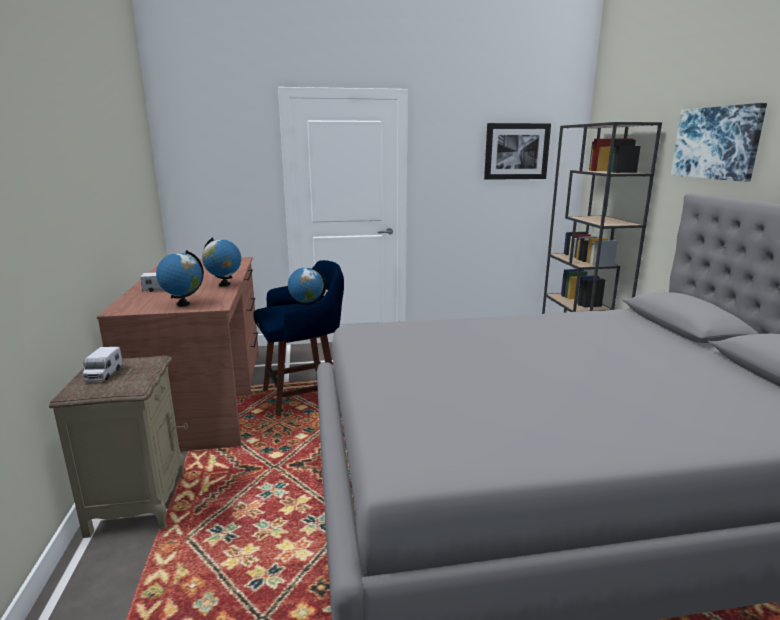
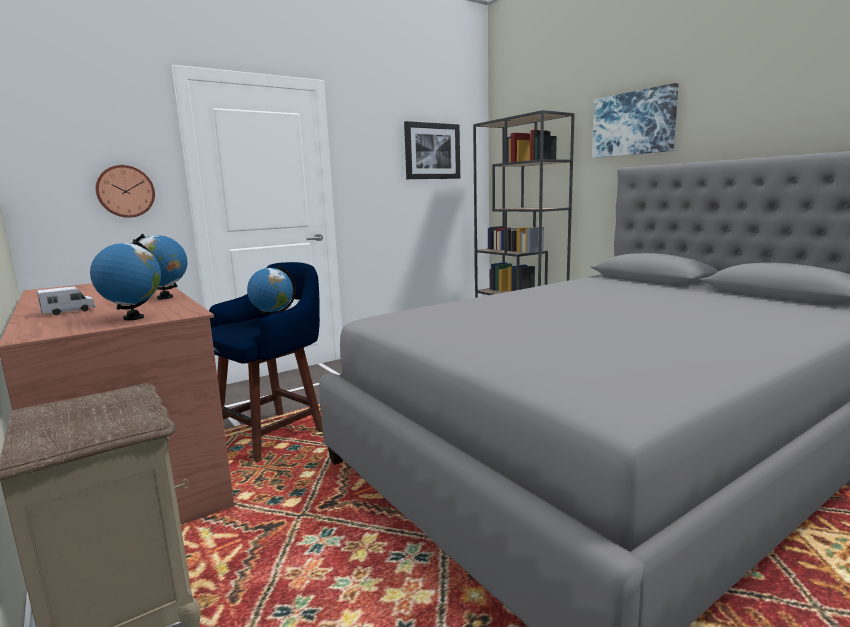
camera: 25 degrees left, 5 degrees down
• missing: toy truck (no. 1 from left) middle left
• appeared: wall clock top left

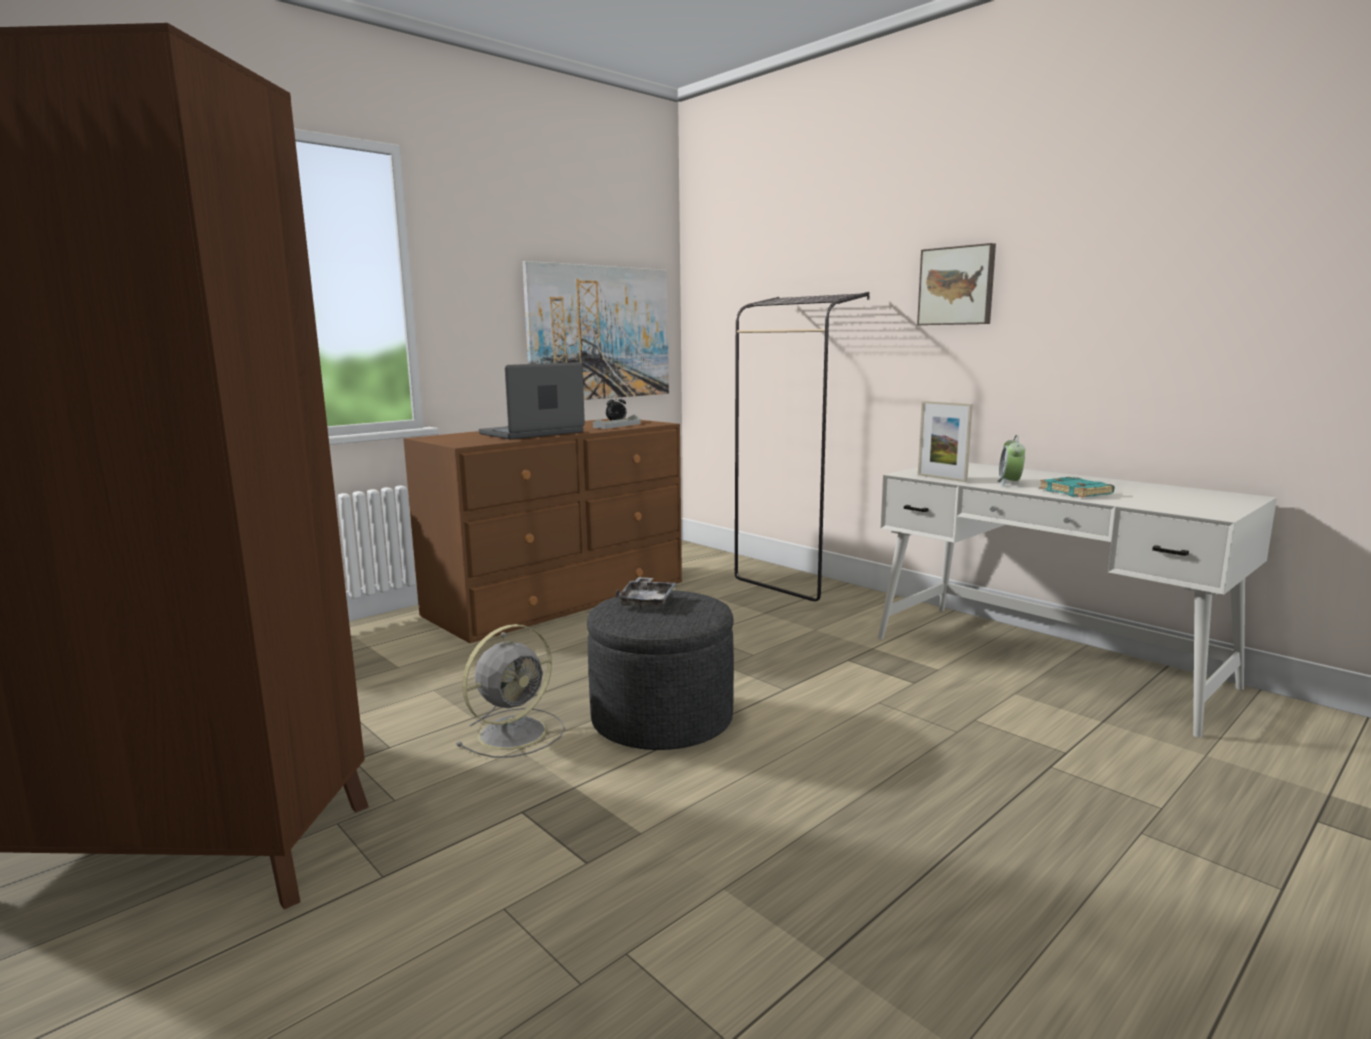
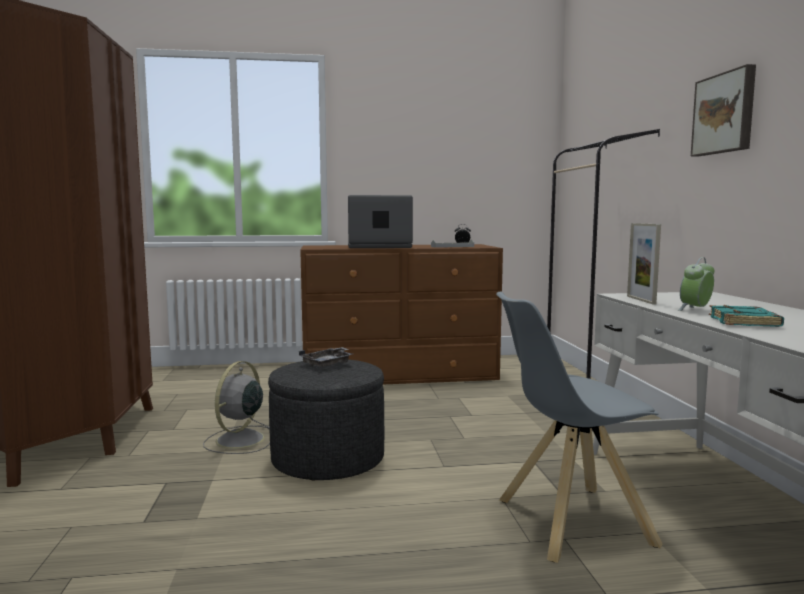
camera: 35 degrees right, 5 degrees down
• missing: picture (no. 1 from left) top centre
• appeared: chair in grey bottom right
• spun: fan in grey centre = bottom left 120 degrees clockwise

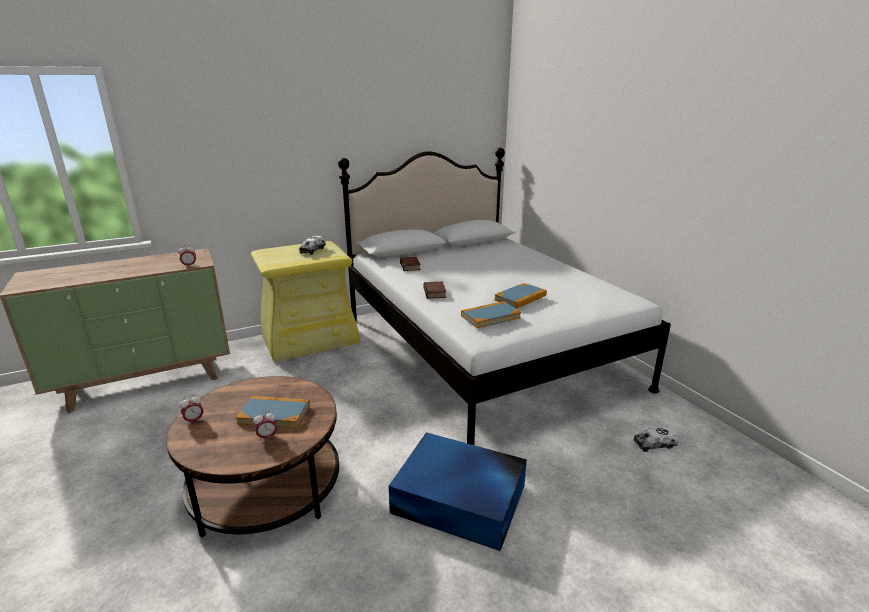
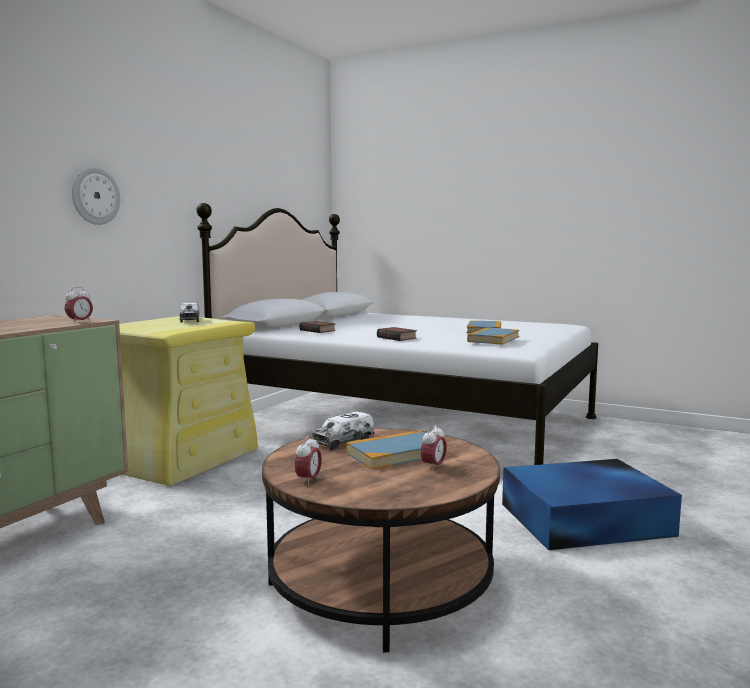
camera: 35 degrees left, 15 degrees down
• appeared: wall clock top left
• relocated: toy truck (no. 2 from left) bottom right to centre

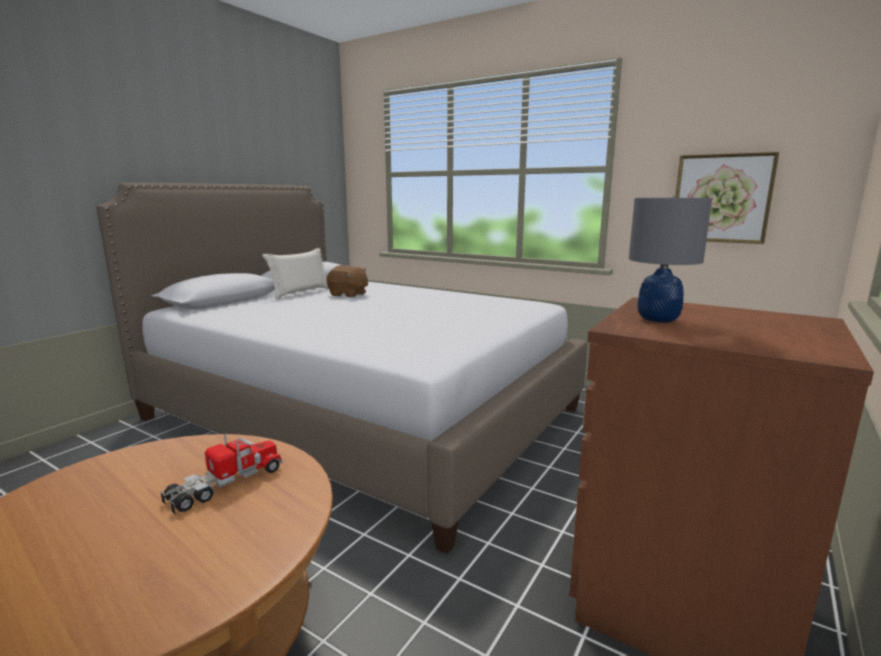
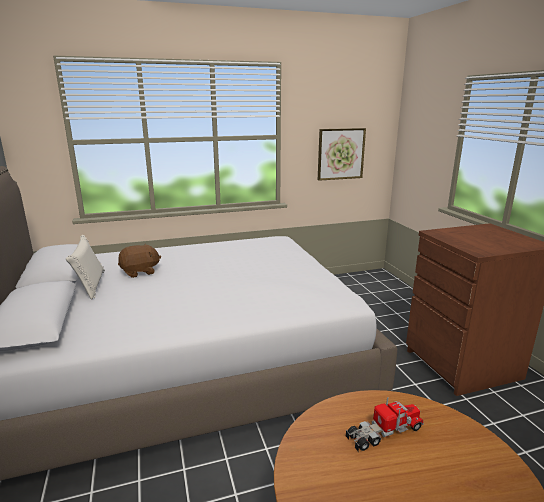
camera: 50 degrees left, 5 degrees up
• missing: table lamp in grey middle right
• spun: toy truck bottom left = bottom right 75 degrees clockwise

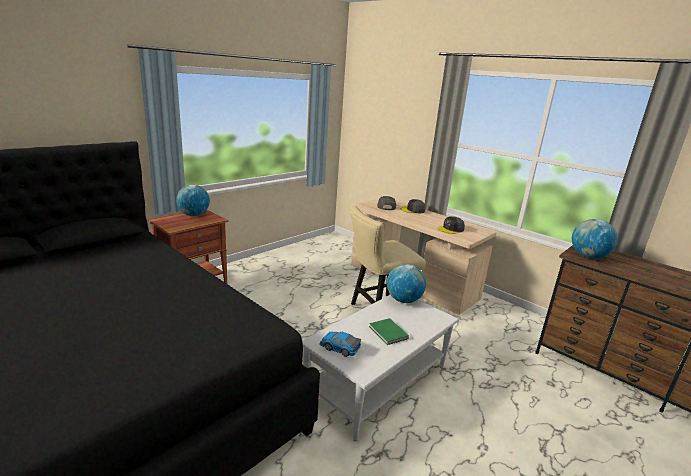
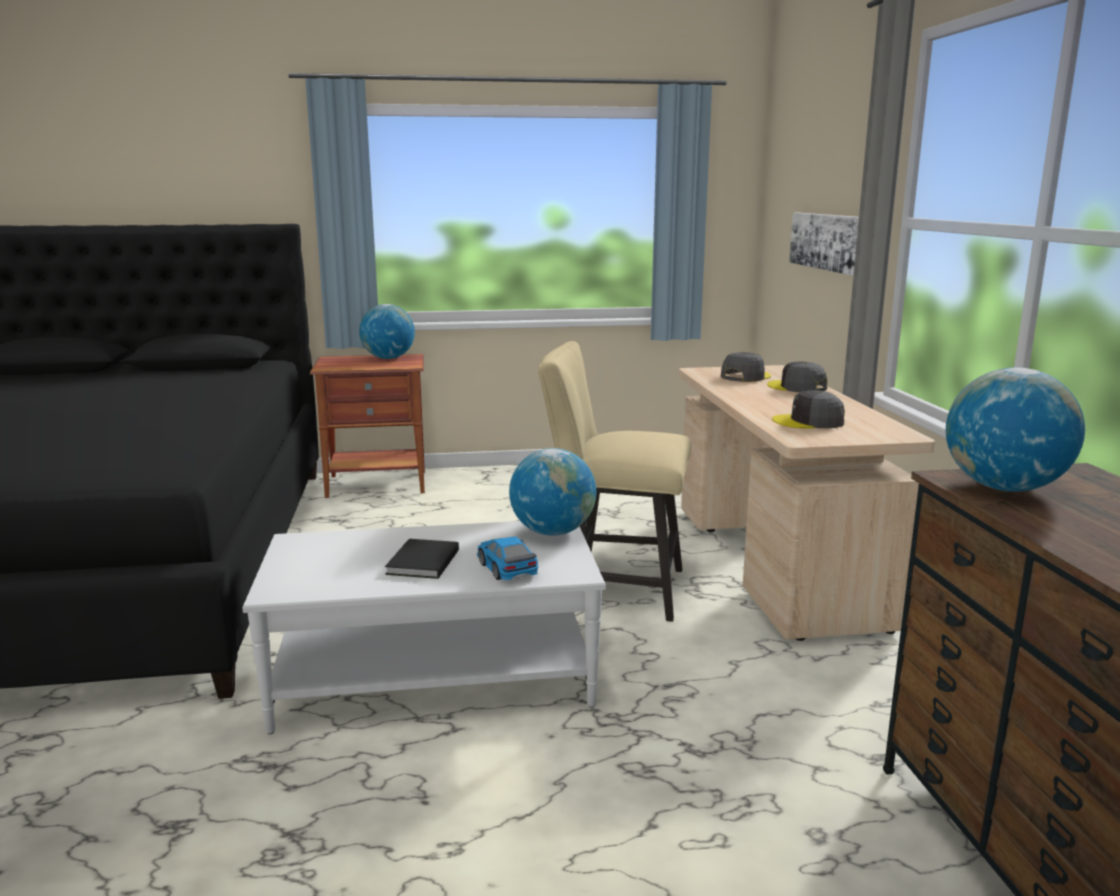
camera: 40 degrees right, 5 degrees down
• appeared: picture top right
• relocated: toy car bottom centre to centre
• colour: book in green bottom centre to book in black centre

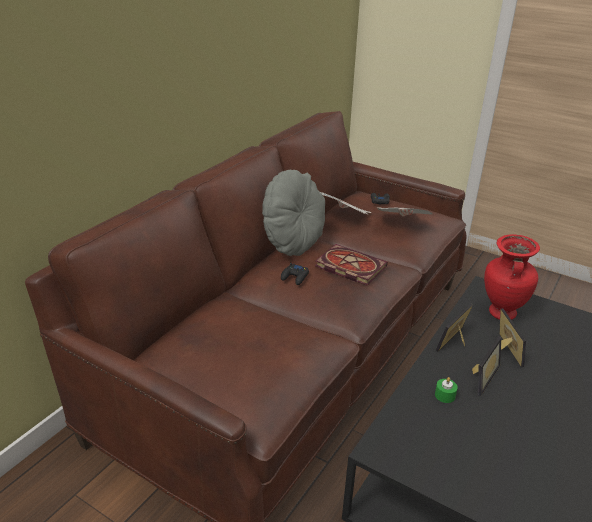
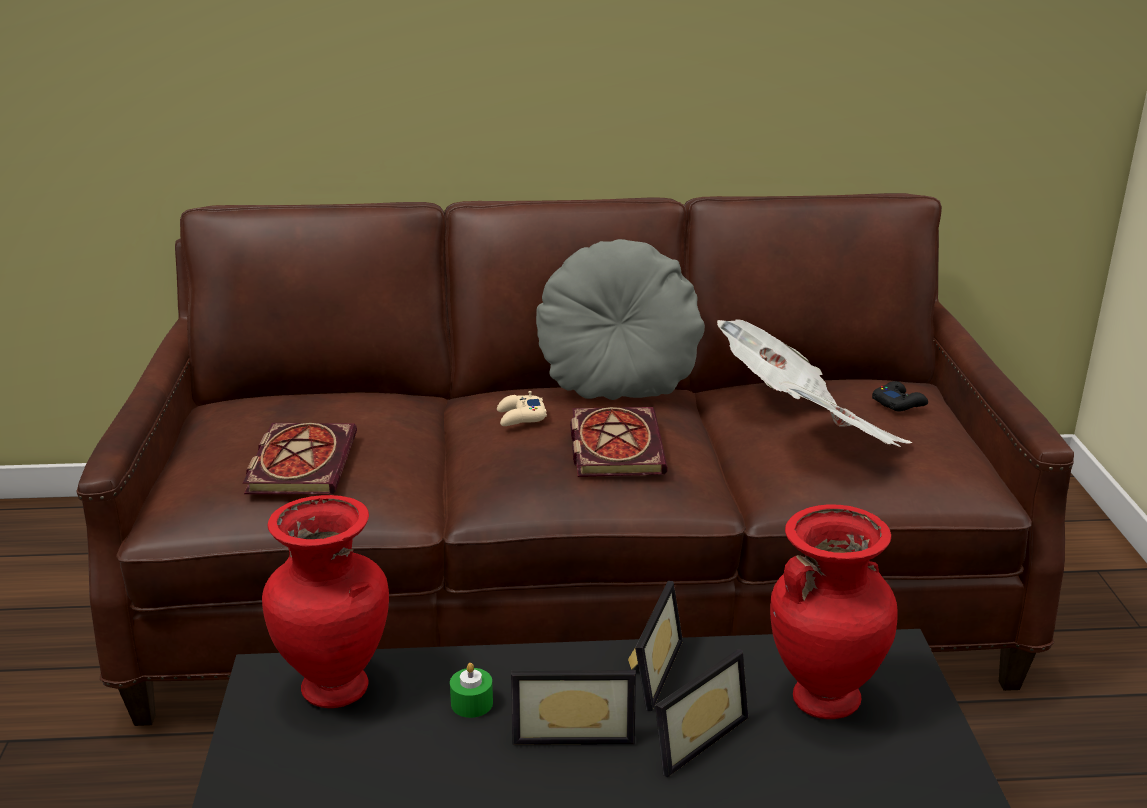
camera: 55 degrees right, 5 degrees down
• appeared: book (no. 1 from left) middle left
• appeared: vase in red (no. 1 from left) bottom left
• colour: game controller in black (no. 1 from left) centre to game controller in beige centre
• spun: picture frame (no. 1 from left in the first image) middle right = bottom centre 105 degrees clockwise

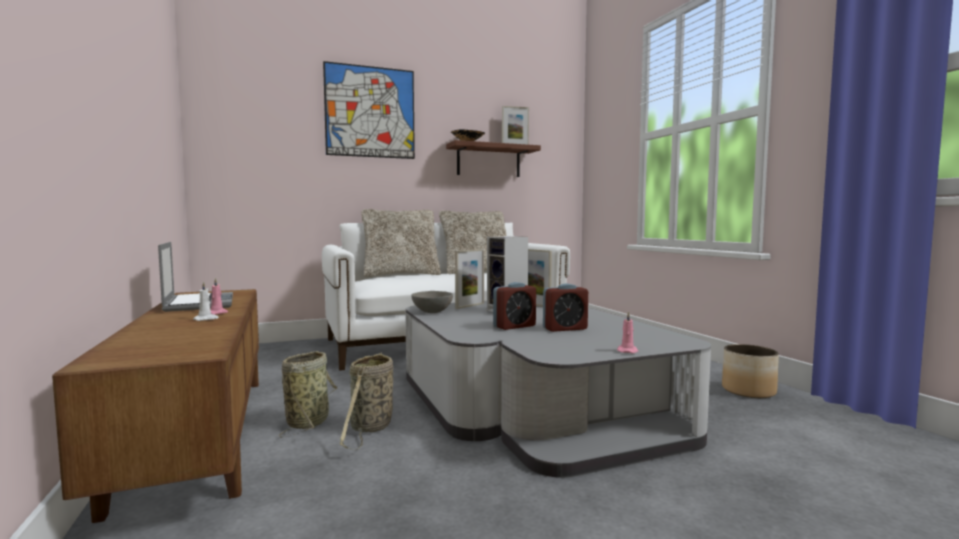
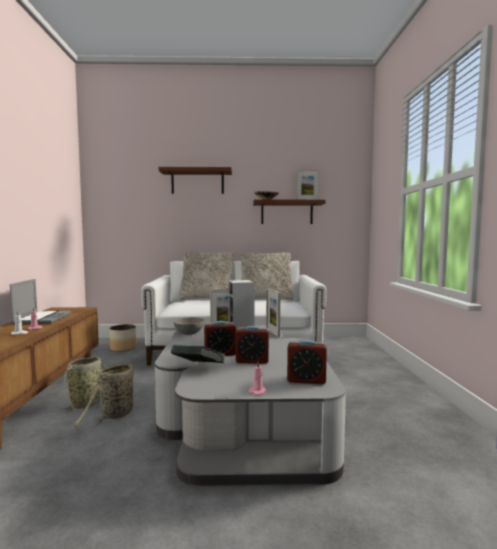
camera: 20 degrees right, 0 degrees up
• appeared: book centre
• appeared: alarm clock (no. 3 from left) centre
• relocated: planter bottom right to middle left
• exchanged: picture top centre to shelf in brown (no. 1 from left) top centre

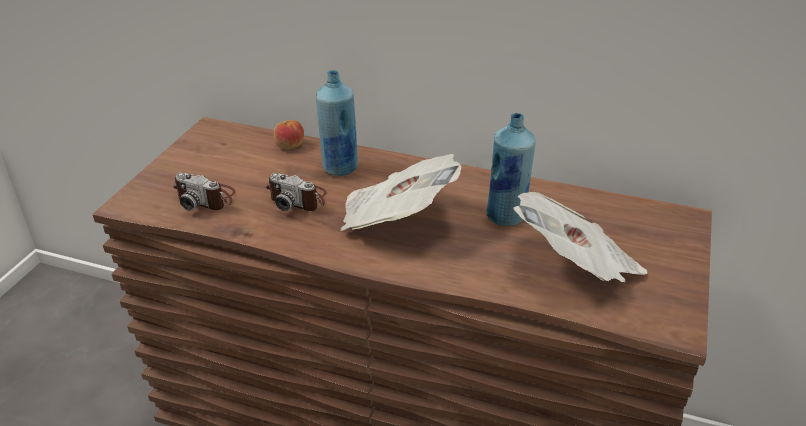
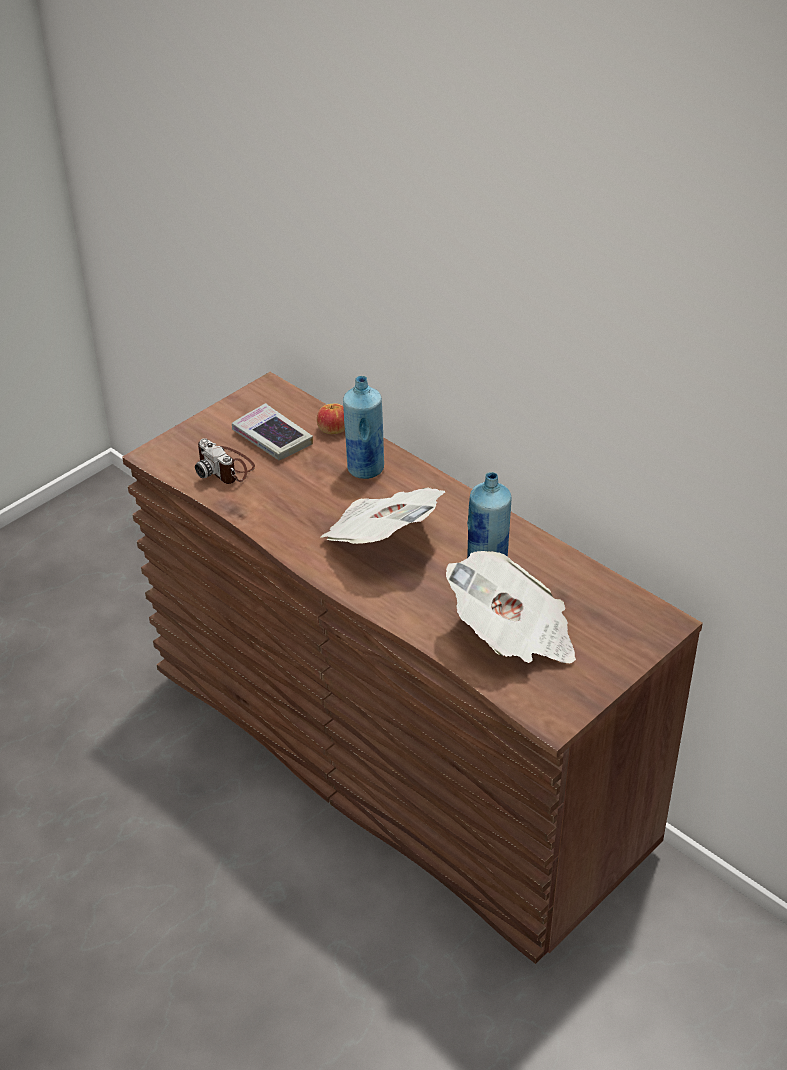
camera: 25 degrees right, 5 degrees up
• missing: photo camera (no. 2 from left) centre
• appeared: book centre

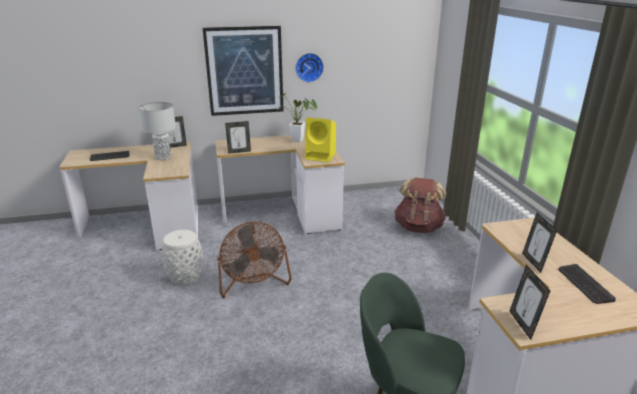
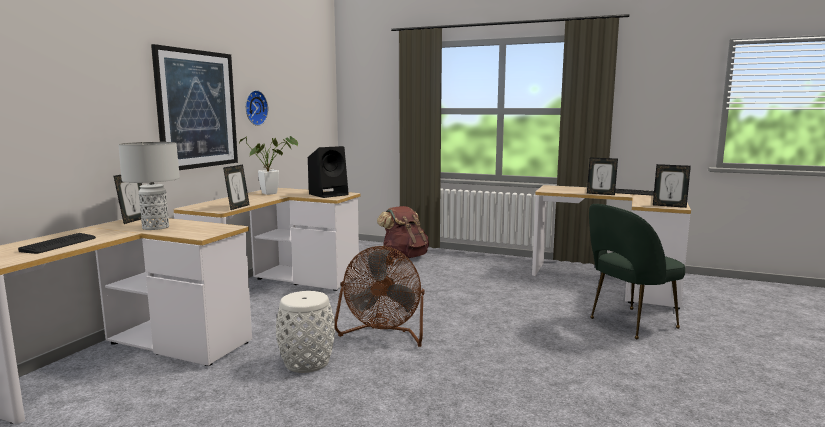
camera: 55 degrees left, 15 degrees down
• colour: speaker in yellow centre to speaker in black centre
• spun: fan in brown centre = bottom centre 90 degrees clockwise

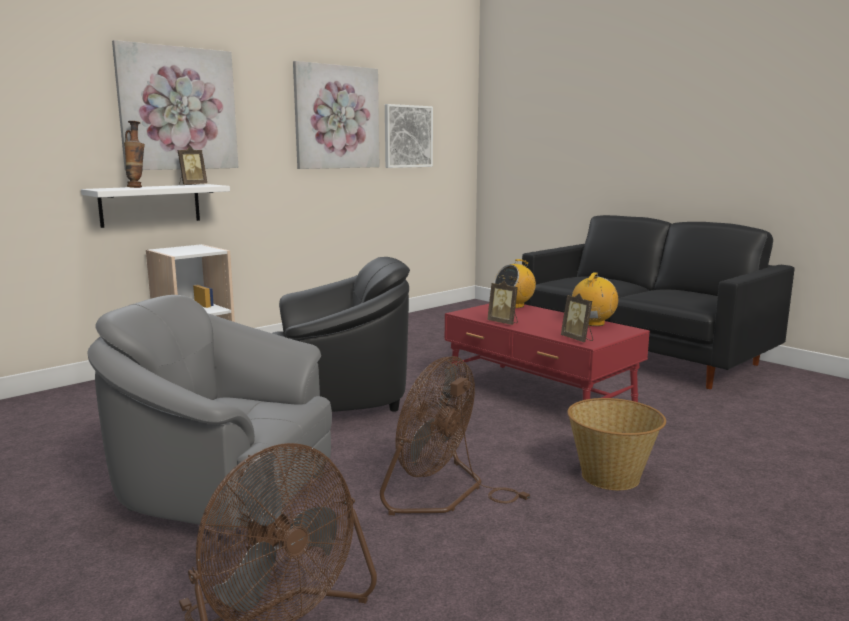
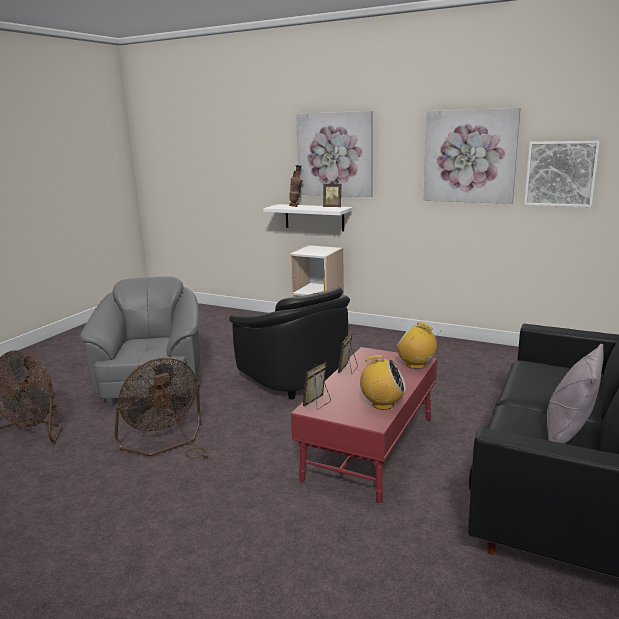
camera: 70 degrees right, 5 degrees up
• missing: basket bottom right
• appeared: pillow in purple middle right
• spun: fan in brown (no. 2 from left) bottom centre = middle left 45 degrees counterclockwise

